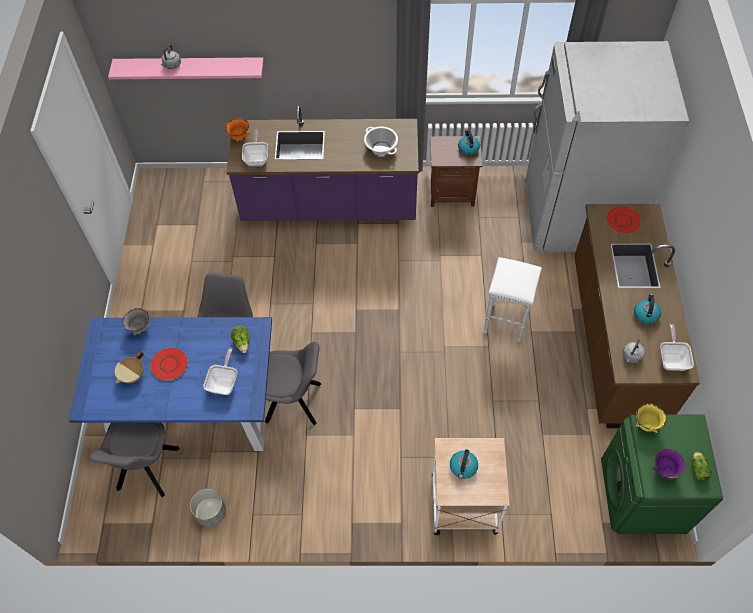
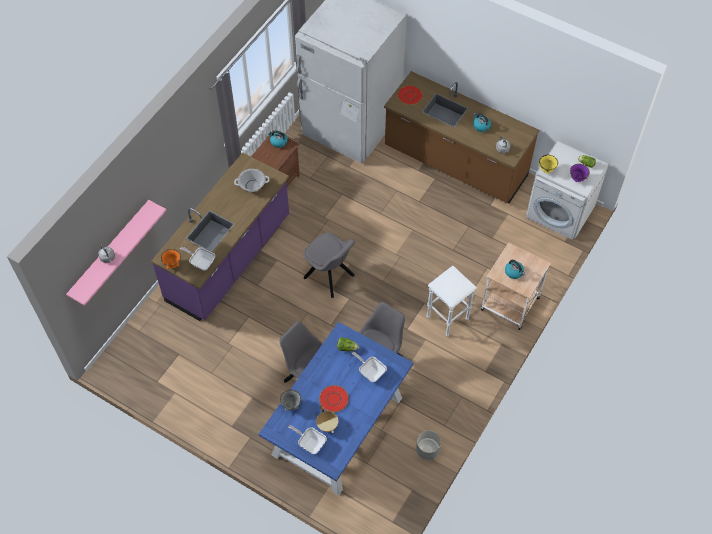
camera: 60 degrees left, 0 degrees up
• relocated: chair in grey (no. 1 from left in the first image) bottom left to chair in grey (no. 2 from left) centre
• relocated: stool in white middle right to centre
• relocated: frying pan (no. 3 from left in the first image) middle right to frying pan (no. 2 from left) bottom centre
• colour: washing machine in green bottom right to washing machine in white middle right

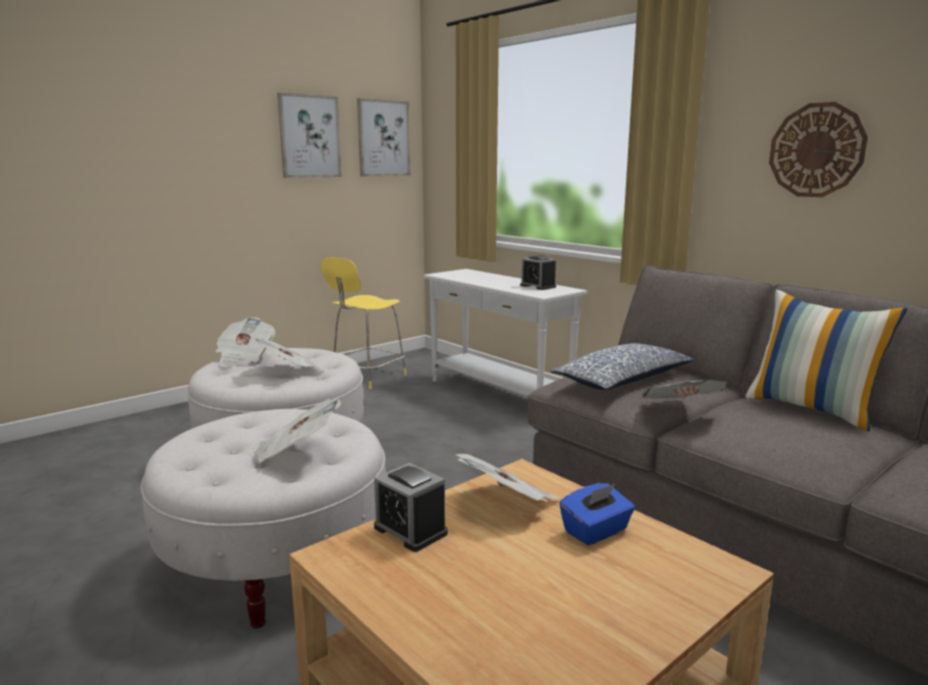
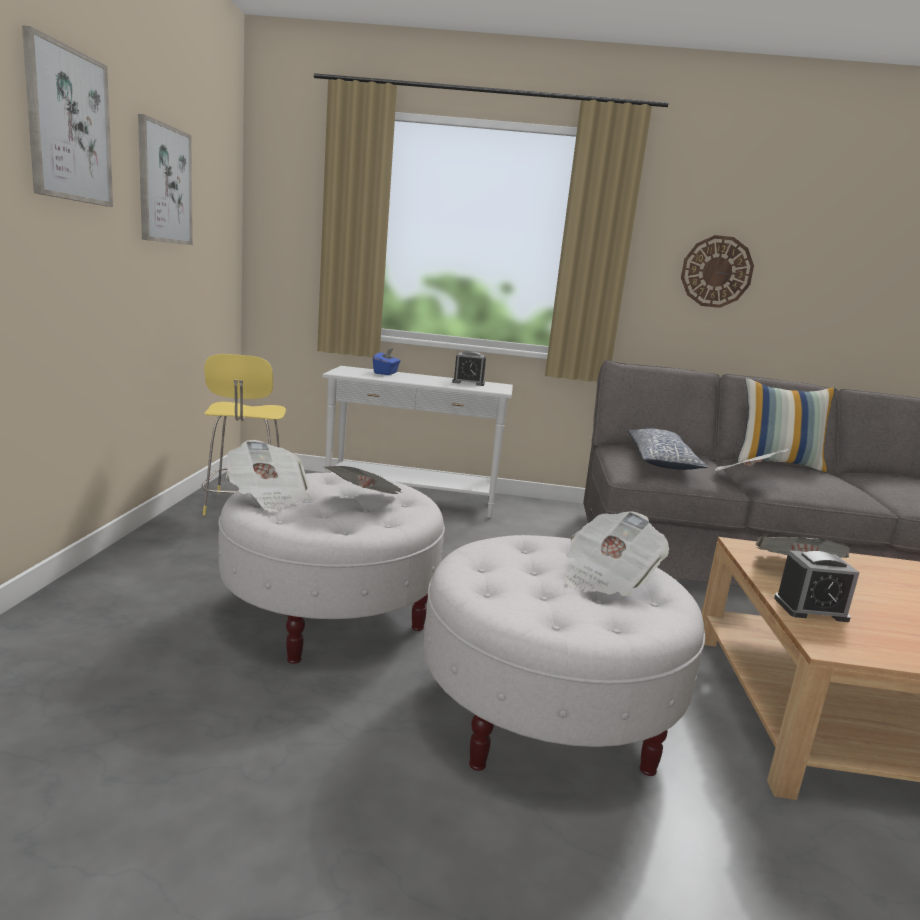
camera: 45 degrees left, 0 degrees up
• relocated: picture (no. 2 from left in the first image) top centre to picture (no. 1 from left) top left
• relocated: tissue box in blue bottom centre to centre

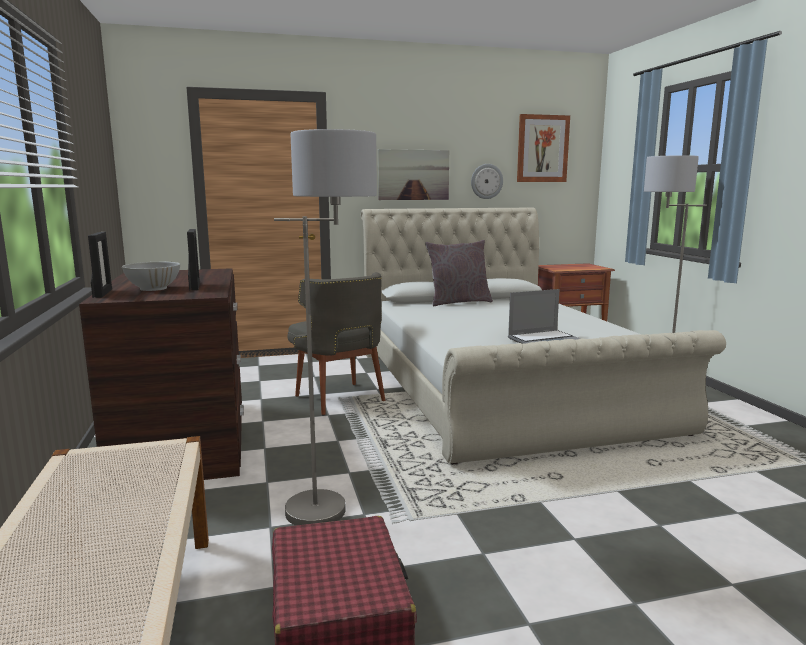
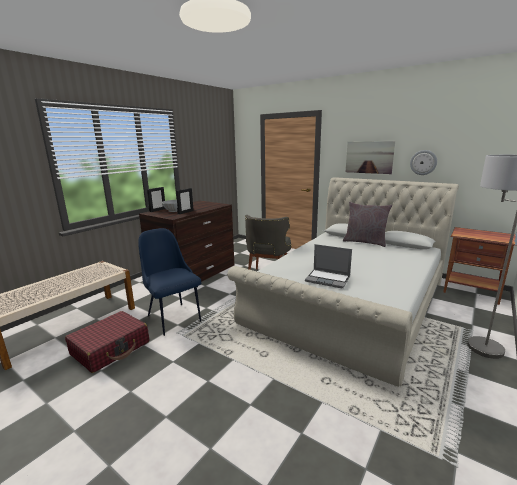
camera: 50 degrees right, 5 degrees up
• missing: picture (no. 2 from left) top right
• exchanged: floor lamp in grey (no. 1 from left) centre to chair in blue middle left

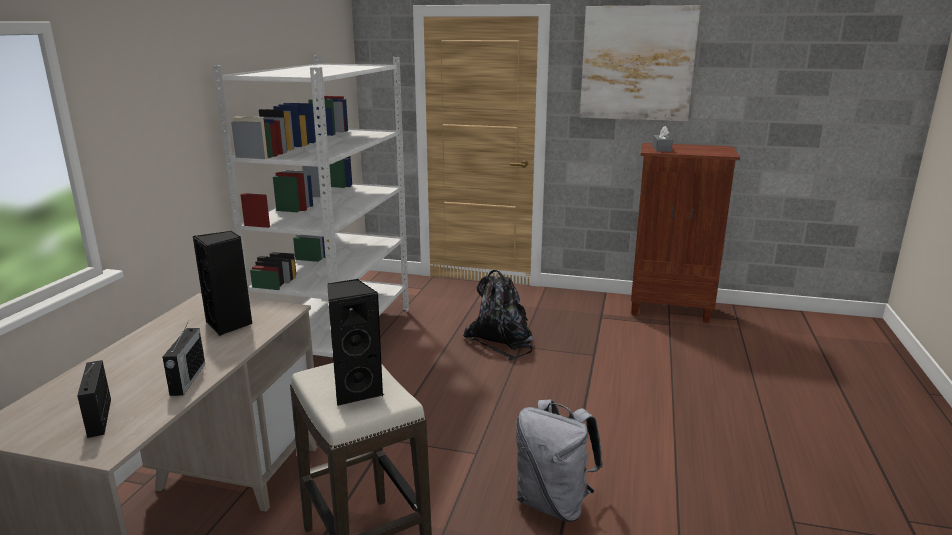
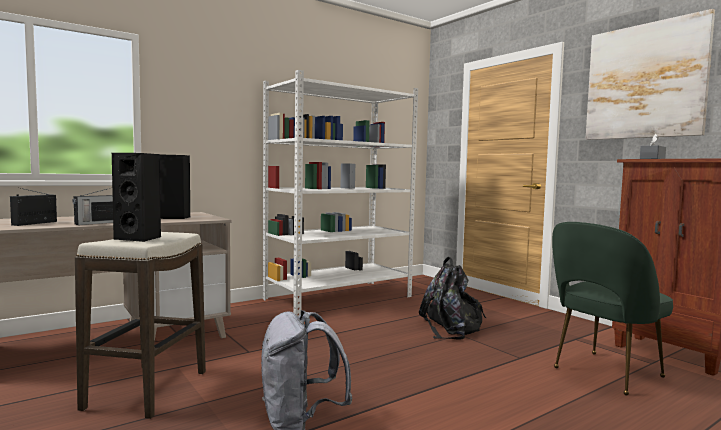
camera: 40 degrees right, 15 degrees down
• appeared: chair in green bottom right

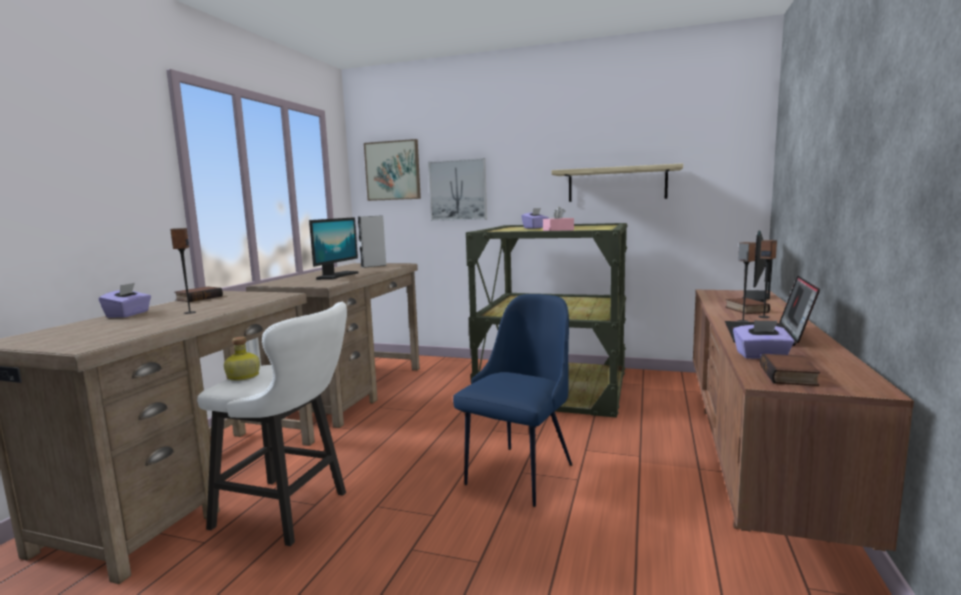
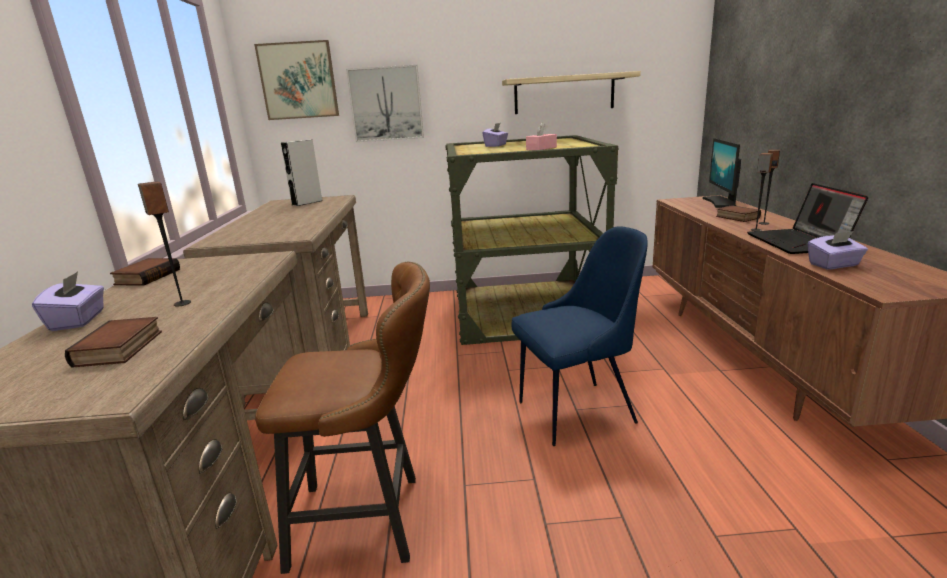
camera: 20 degrees left, 10 degrees up
• missing: bottle middle left
• missing: monitor (no. 1 from left) centre
• relocated: book (no. 3 from left in the first image) middle right to book (no. 1 from left) middle left
• colour: stool in white bottom left to stool in brown bottom centre
• spun: chair in blue bottom centre = centre 60 degrees clockwise

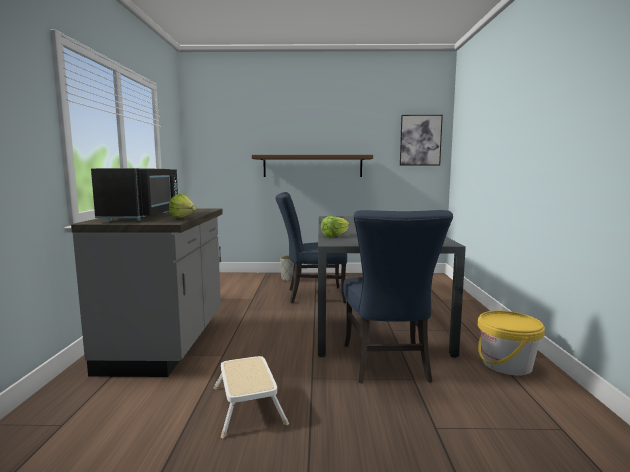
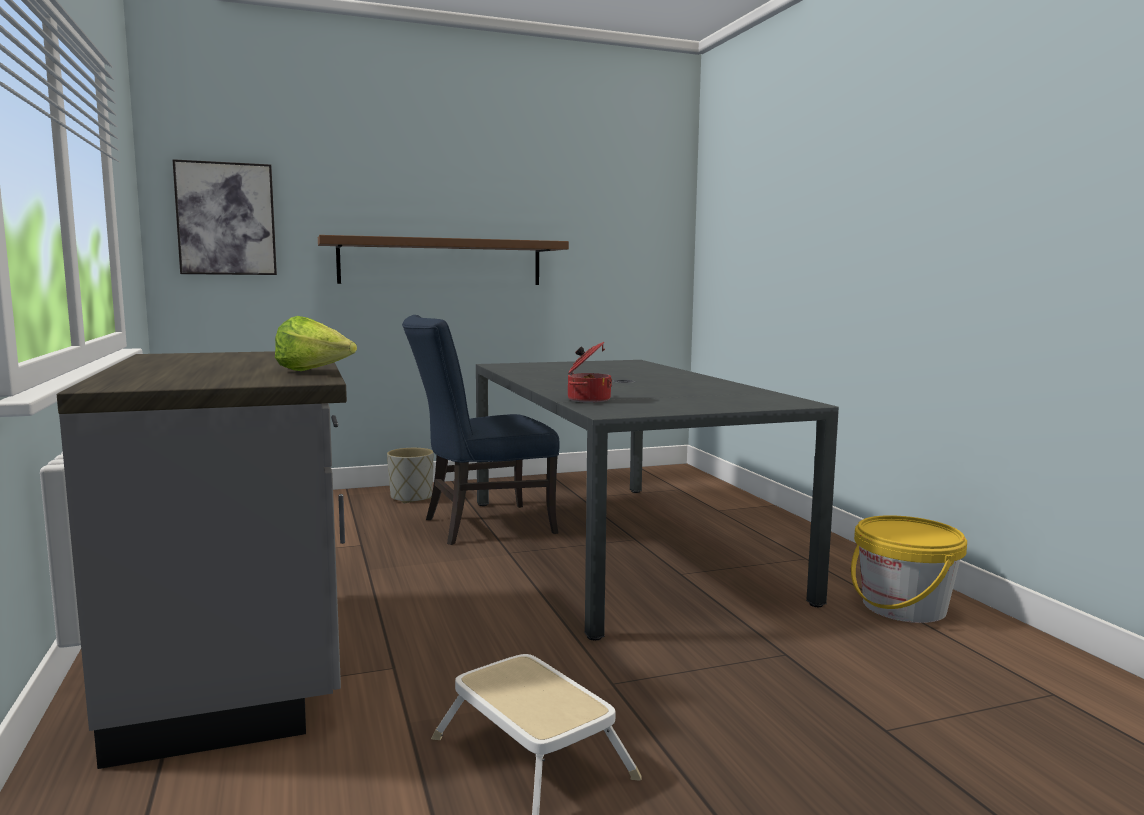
camera: 20 degrees left, 0 degrees up
• missing: microwave in black middle left
• missing: chair in blue (no. 2 from left) centre
• relocated: picture top right to top left
• exchanged: lettuce (no. 2 from left) centre to cooking pot centre

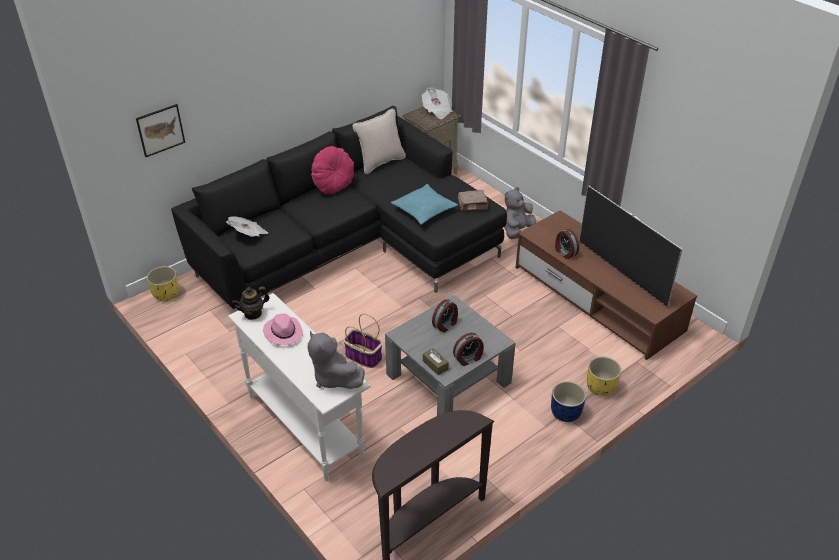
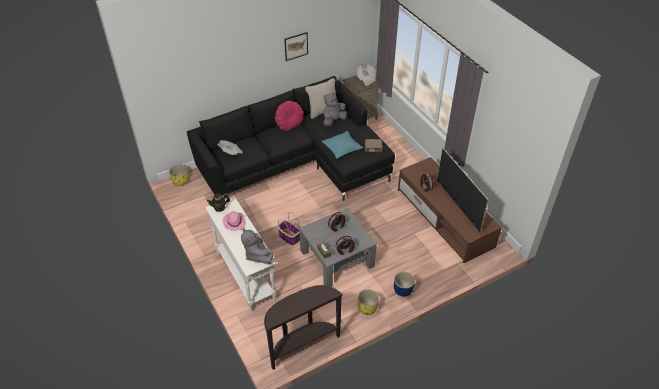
camera: 10 degrees right, 5 degrees up
• relocated: picture top left to top centre
• relocated: plush toy in grey (no. 2 from left) centre to top centre
• relocated: planter in yellow (no. 2 from left) bottom right to bottom centre

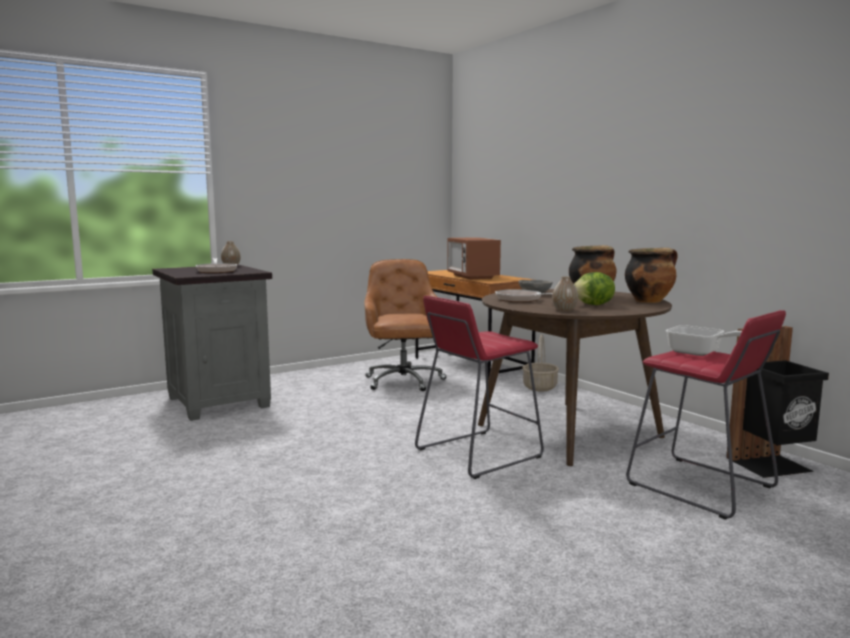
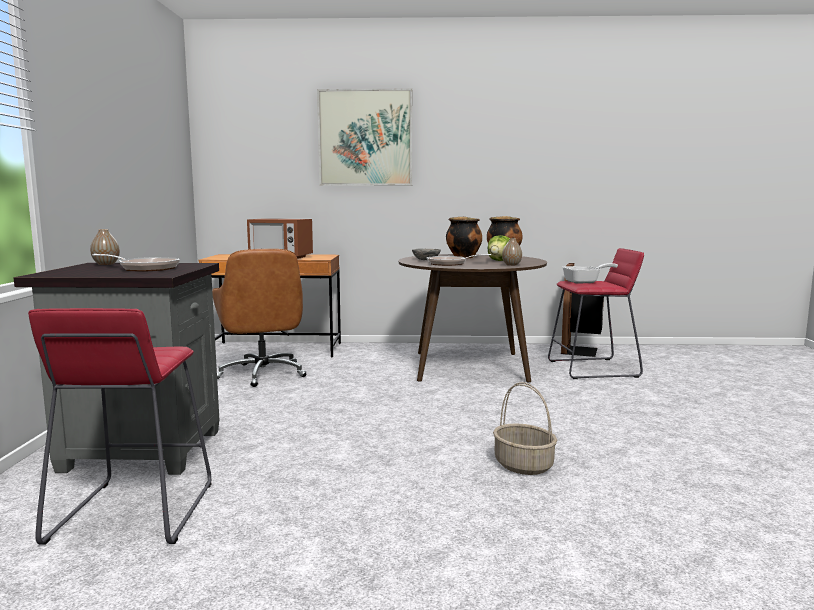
camera: 55 degrees left, 0 degrees up
• appeared: picture top centre
• relocated: stool in red (no. 1 from left) centre to bottom left
• relocated: basket centre to bottom centre
• spun: office chair in brown centre = middle left 135 degrees counterclockwise

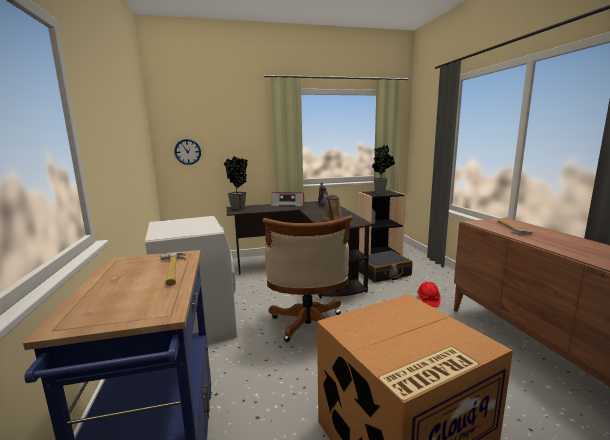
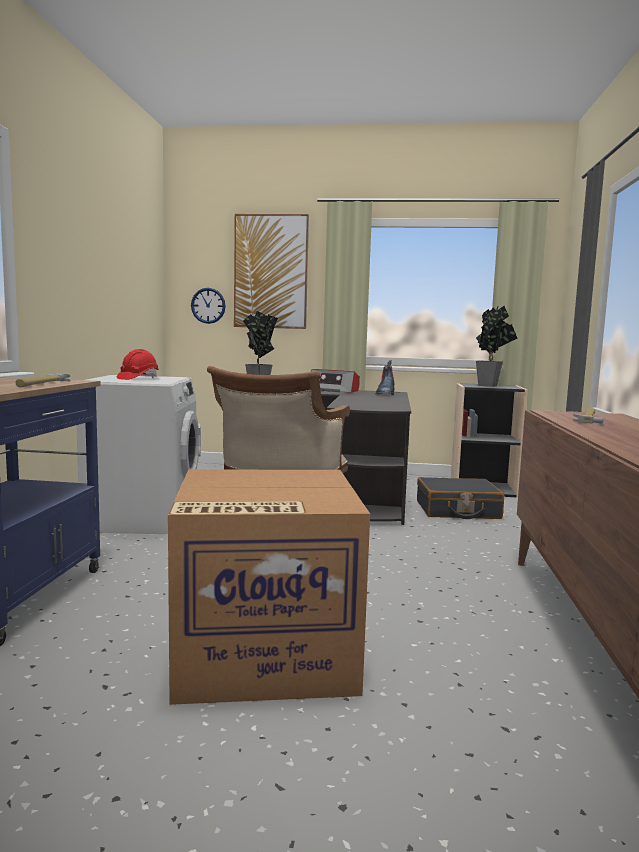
camera: 20 degrees right, 5 degrees down
• missing: watering can in brown centre
• appeared: picture top centre
• relocated: hard hat in red bottom right to middle left

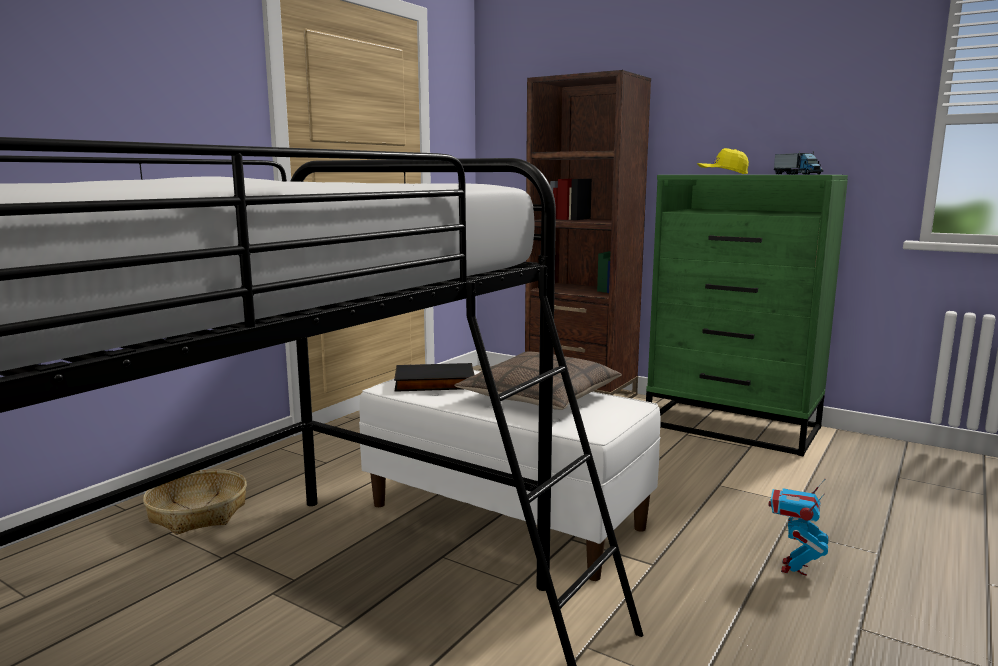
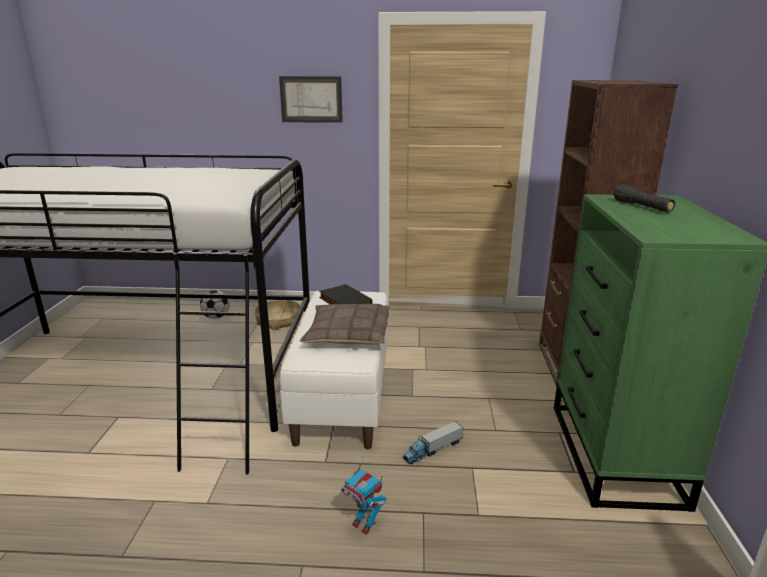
camera: 60 degrees right, 10 degrees up
• appeared: football middle left
• appeared: picture top centre
• relocated: toy truck top right to bottom centre
• exchanged: cap in yellow top right to flashlight in black middle right
• spun: toy robot bottom right = bottom centre 135 degrees counterclockwise

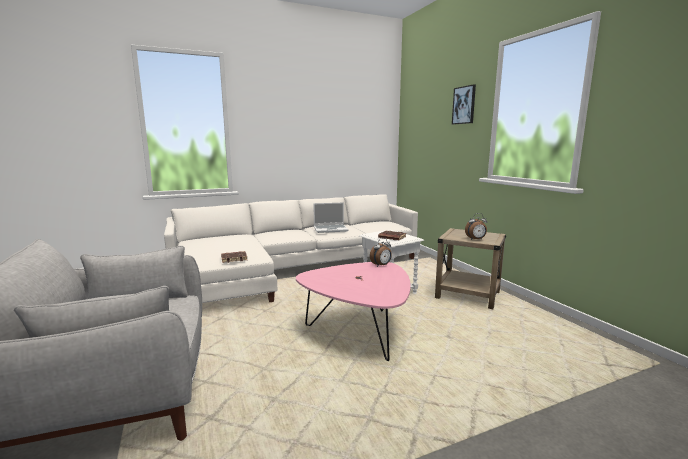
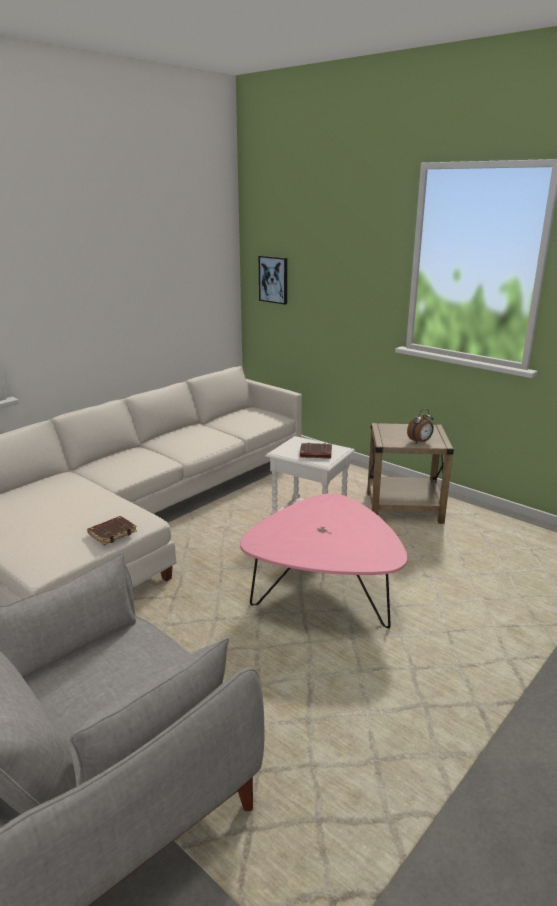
camera: 25 degrees left, 10 degrees up
• missing: laptop centre
• missing: alarm clock (no. 1 from left) centre
• relocated: picture top right to top centre

